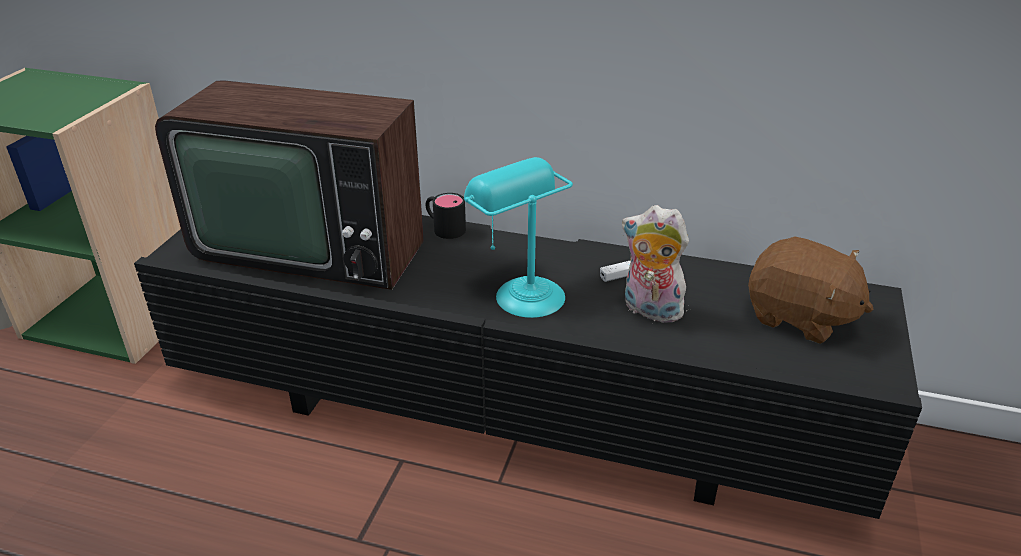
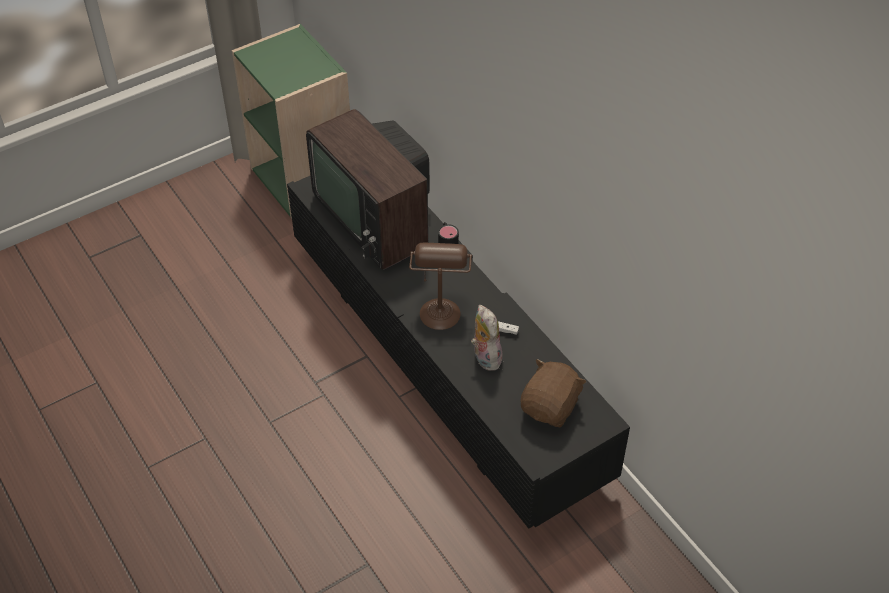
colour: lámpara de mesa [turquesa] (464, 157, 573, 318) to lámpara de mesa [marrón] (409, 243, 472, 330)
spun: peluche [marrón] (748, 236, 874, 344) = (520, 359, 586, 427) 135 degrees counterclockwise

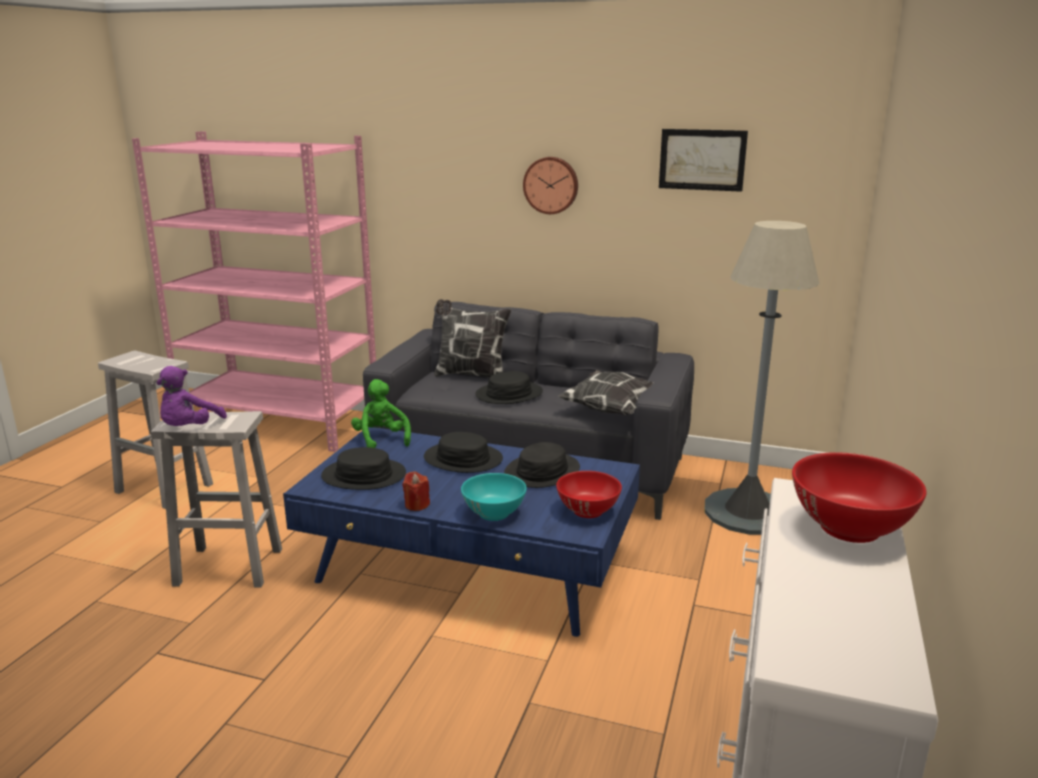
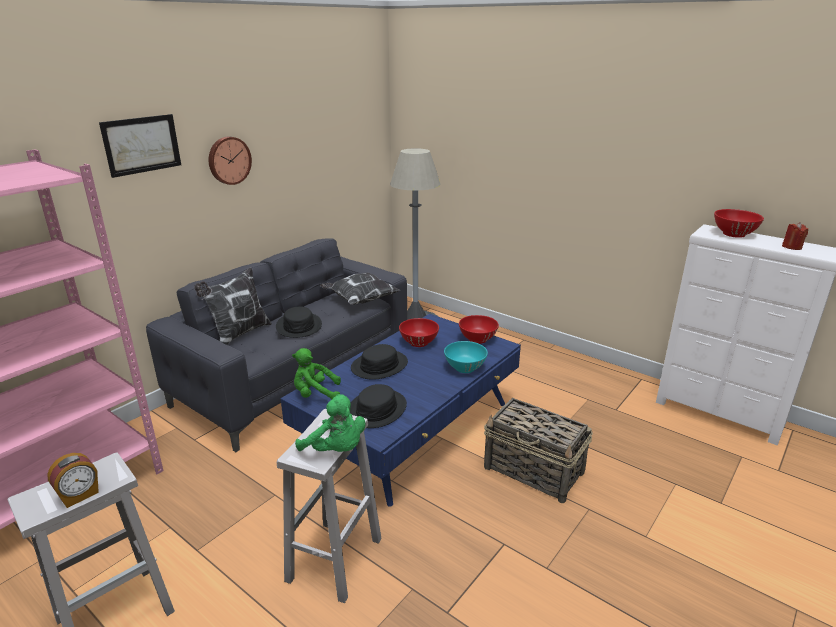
appeared: despertador (47, 453, 99, 508); cesta (484, 398, 593, 503)
relocated: vela [rojo] (403, 471, 430, 511) to (782, 222, 808, 250); cuadro (659, 129, 748, 192) to (99, 114, 181, 178)
exchanged: sombrero [negro] (504, 442, 580, 488) to cuenco [rojo] (399, 318, 439, 347)
colour: peluche [morado] (157, 366, 227, 426) to peluche [verde] (295, 394, 365, 452)

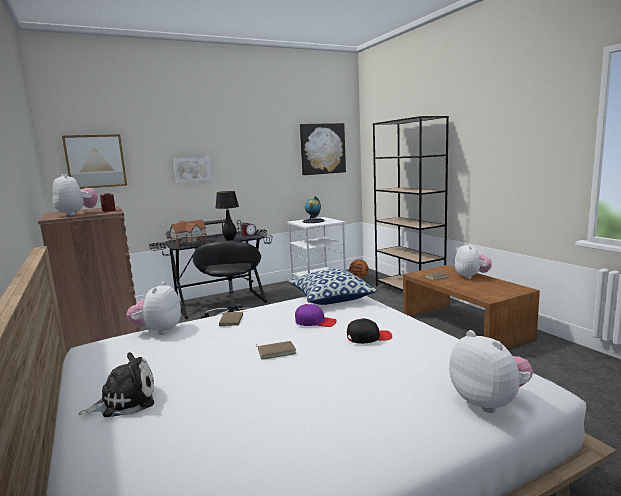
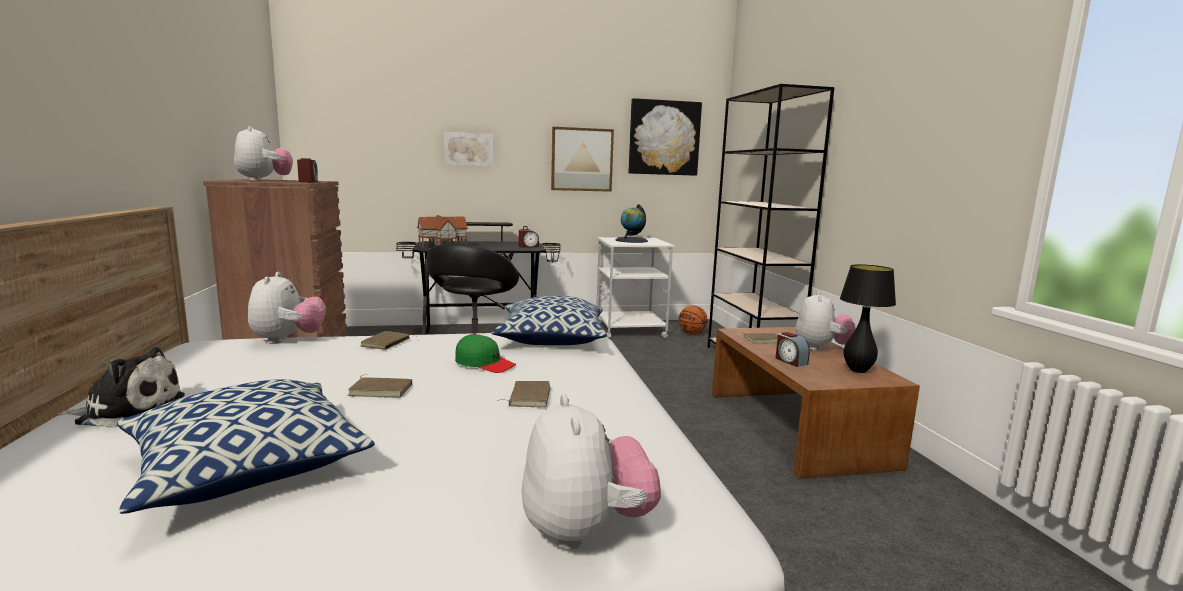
appeared: cojín (117, 379, 375, 514); despertador (776, 332, 810, 367)
relocated: cuadro (62, 134, 127, 189) to (551, 127, 614, 192); lámpara de mesa [negro] (216, 191, 239, 241) to (840, 264, 896, 373)
exchanged: gorra [negro] (347, 318, 392, 344) to libro [marrón] (497, 381, 551, 408)
colour: gorra [morado] (295, 304, 337, 327) to gorra [verde] (455, 334, 516, 373)
spun: peluche (127, 282, 181, 335) = (248, 272, 326, 344) 150 degrees clockwise

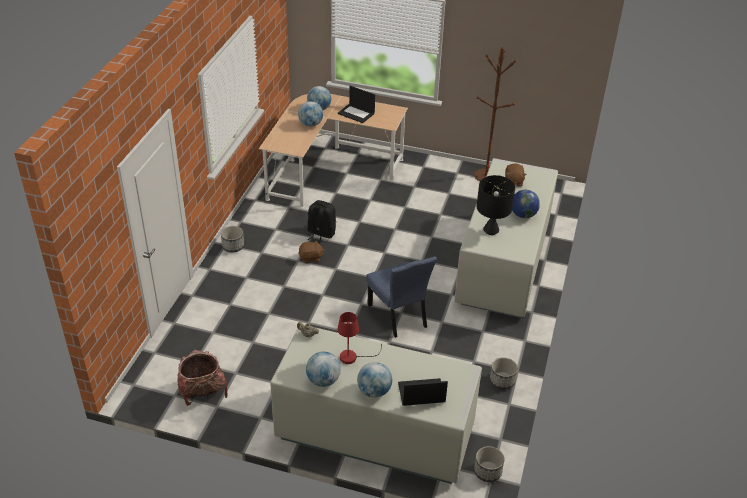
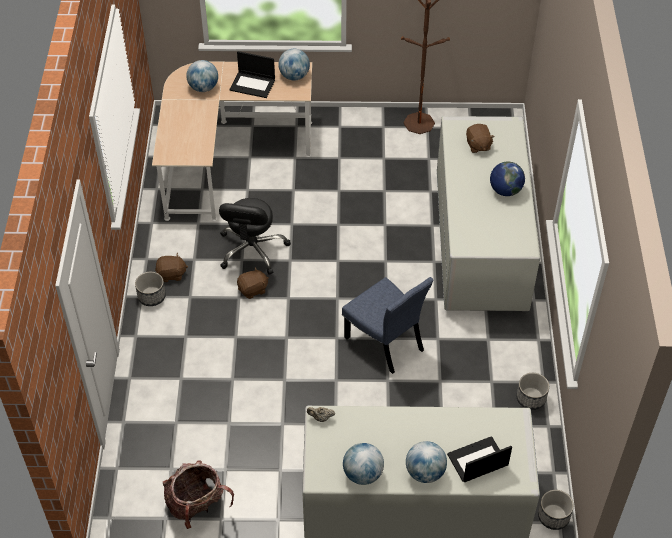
missing: lámpara de mesa [rojo] (337, 312, 382, 364); lámpara de mesa [negro] (477, 175, 515, 235)
appeared: peluche [marrón] (155, 253, 188, 282)
relocated: globo terráqueo (298, 101, 323, 127) to (278, 49, 310, 80)
exchanged: mochila [negro] (307, 200, 336, 244) to silla de oficina [negro] (219, 198, 291, 275)

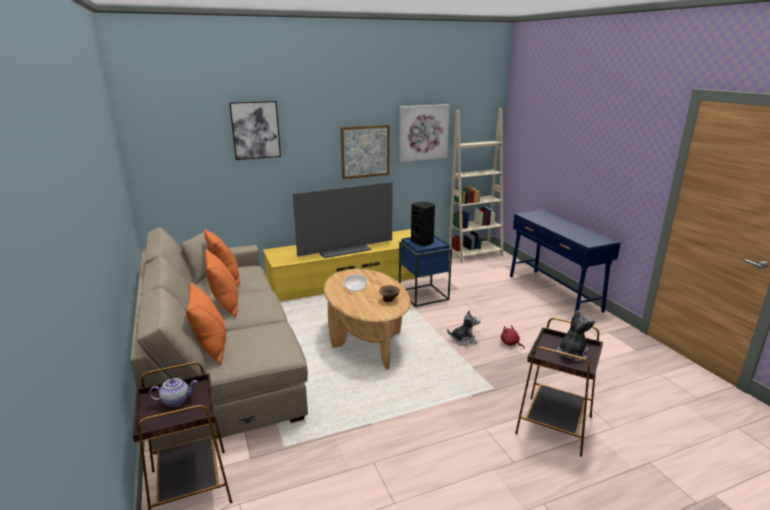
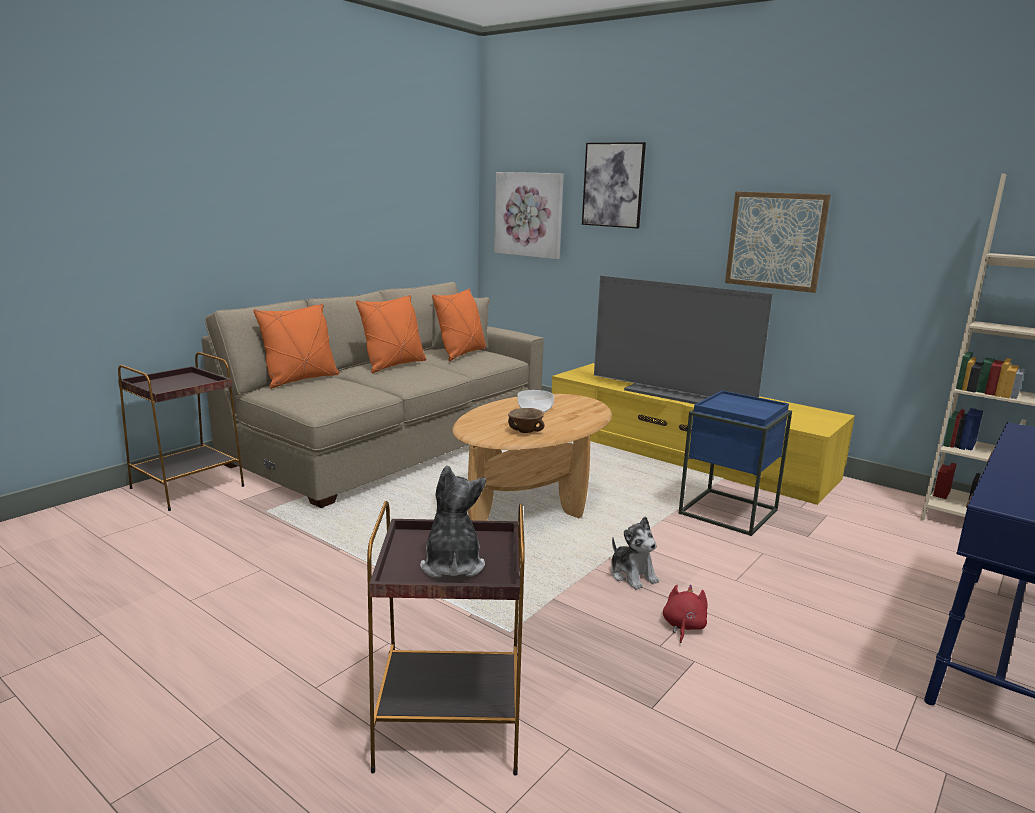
missing: tetera (149, 378, 197, 407); altavoz [negro] (411, 202, 435, 246)
relocated: cuadro (399, 104, 450, 162) to (494, 172, 564, 259)
spun: peluche (557, 310, 595, 361) = (420, 465, 486, 578) 105 degrees counterclockwise

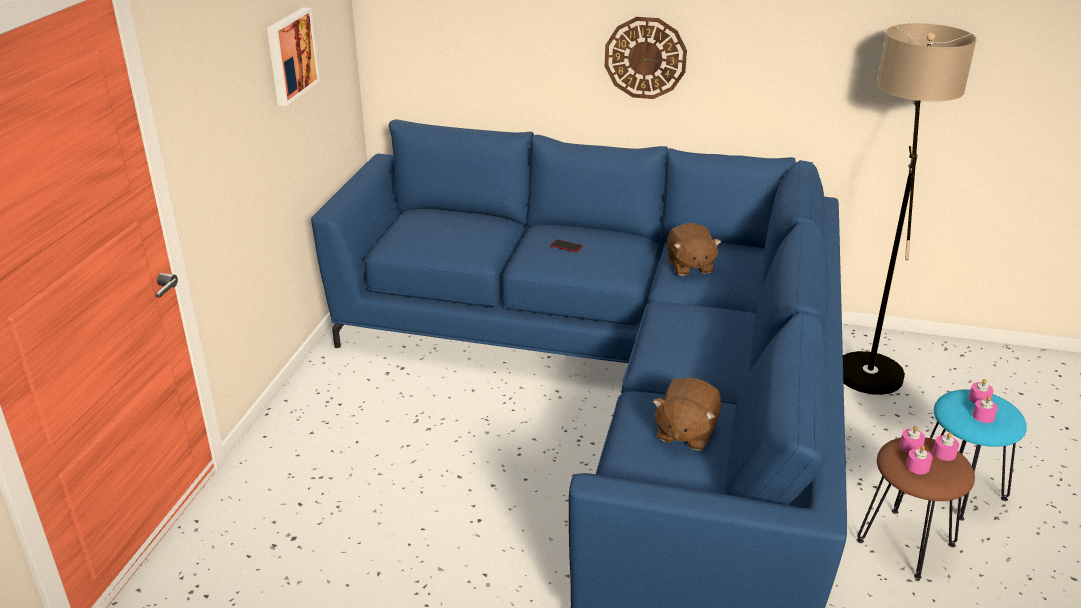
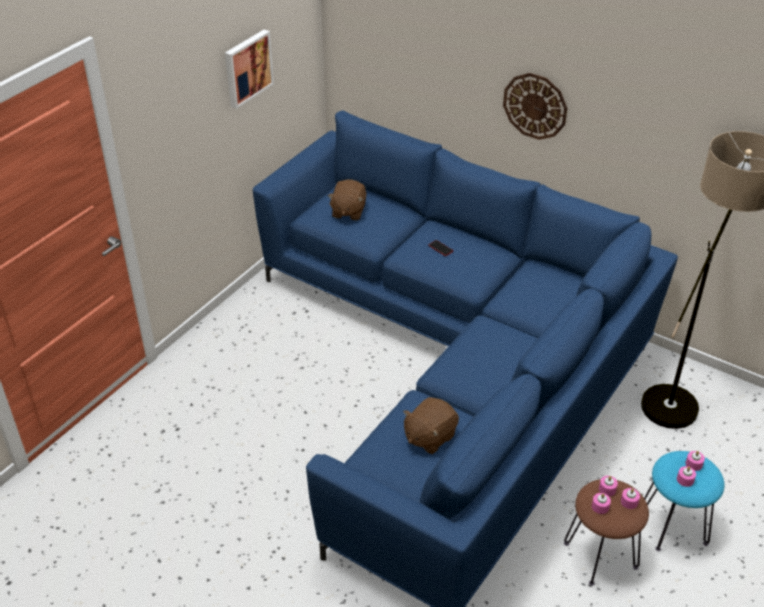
relocated: peluche [marrón] (667, 223, 721, 276) to (328, 180, 367, 220)

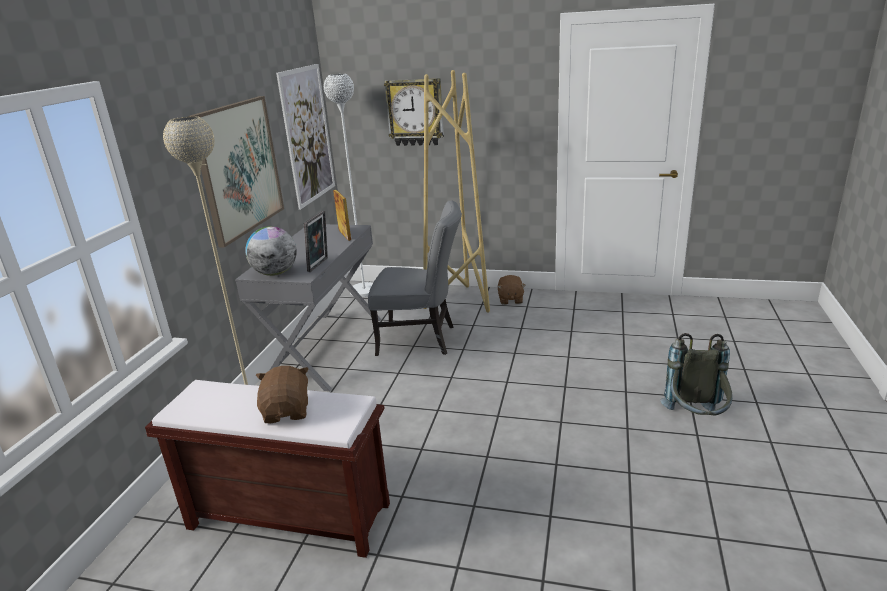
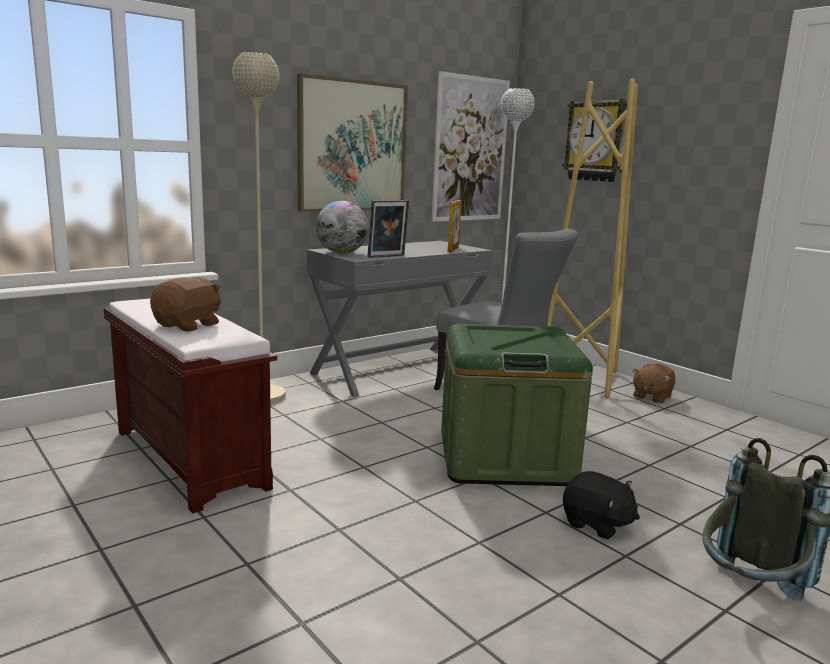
appeared: caja de almacenaje [verde] (441, 324, 593, 486); peluche [negro] (563, 471, 640, 539)

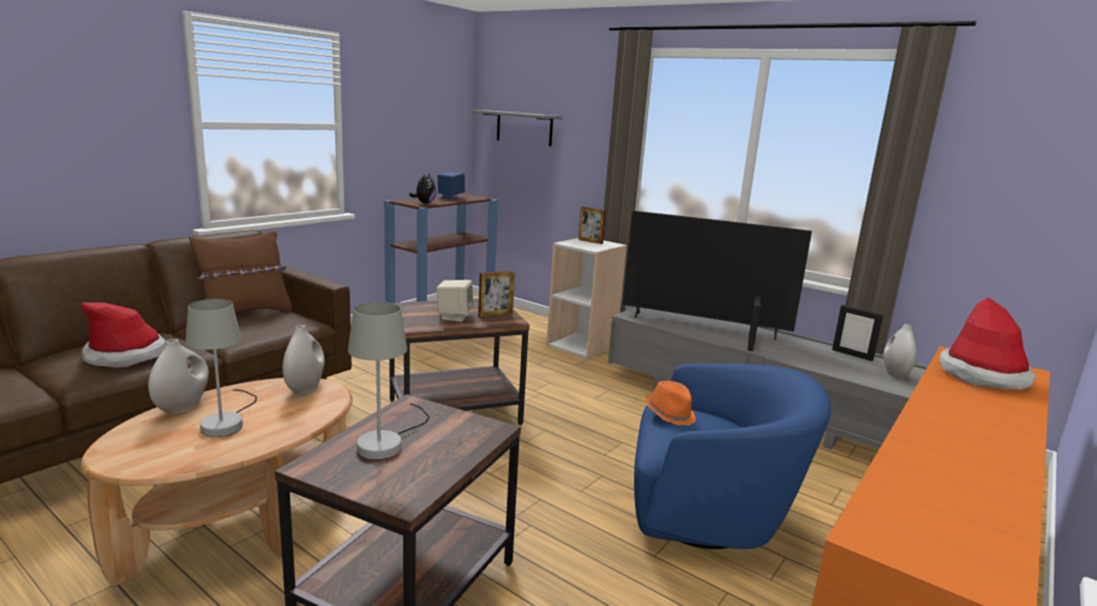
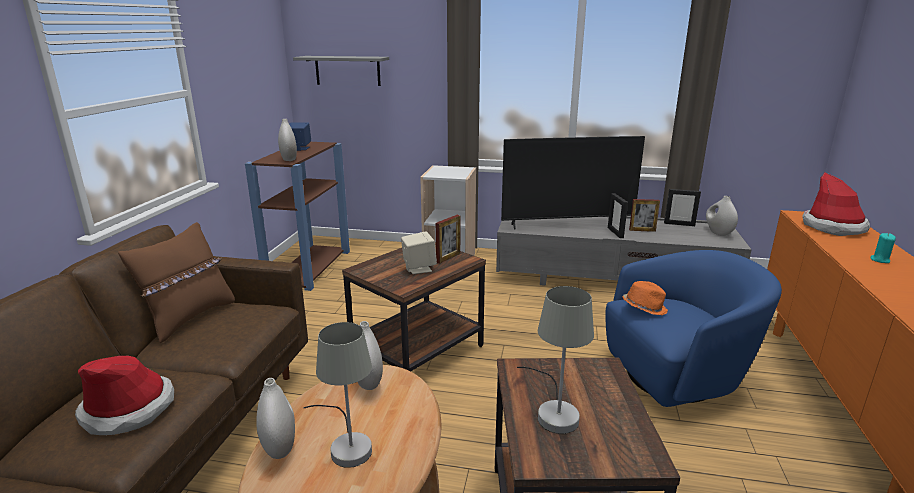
appeared: vela [turquesa] (871, 233, 896, 263)
relocated: portarretratos (578, 207, 606, 244) to (629, 199, 660, 232)
exchanged: peluche (409, 173, 436, 203) to florero [blanco] (278, 119, 297, 161)

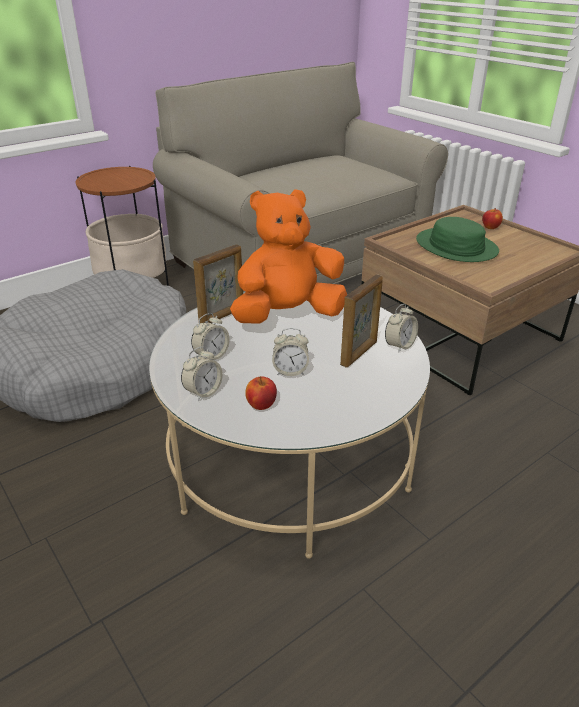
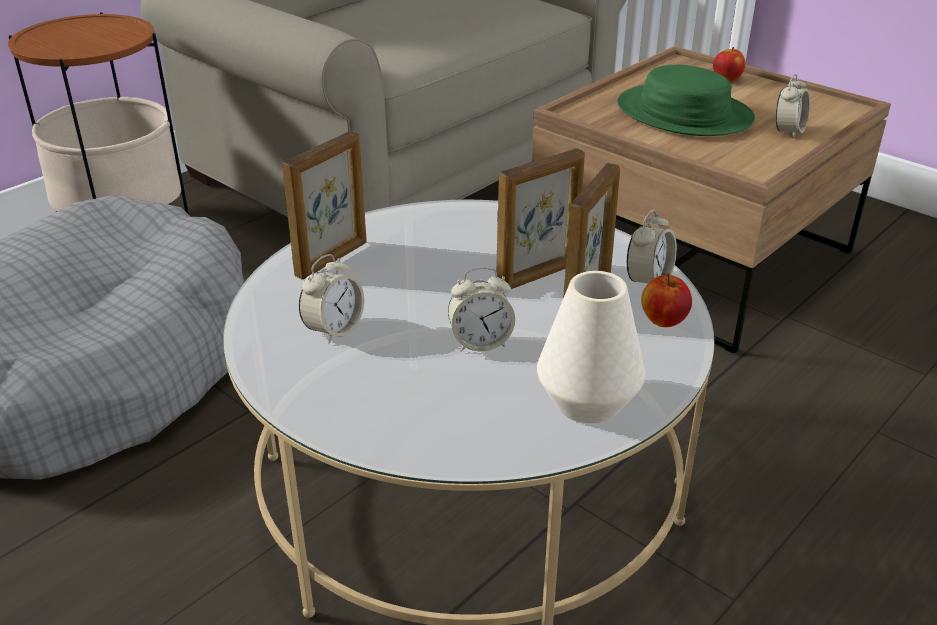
missing: peluche [naranja] (230, 189, 347, 324)
appeared: portarretratos (496, 148, 585, 289); florero [blanco] (537, 271, 645, 423)
relocated: despertador (181, 347, 223, 401) to (776, 74, 810, 138); manzana (245, 376, 277, 410) to (641, 273, 692, 327)

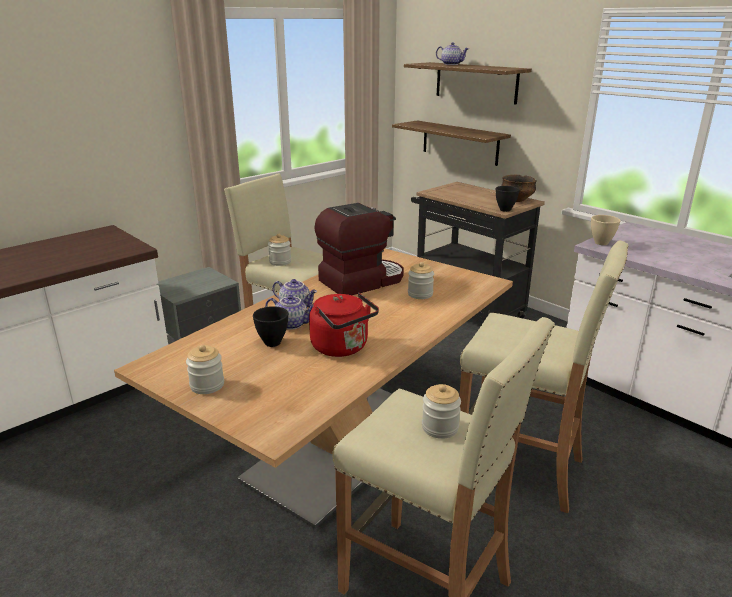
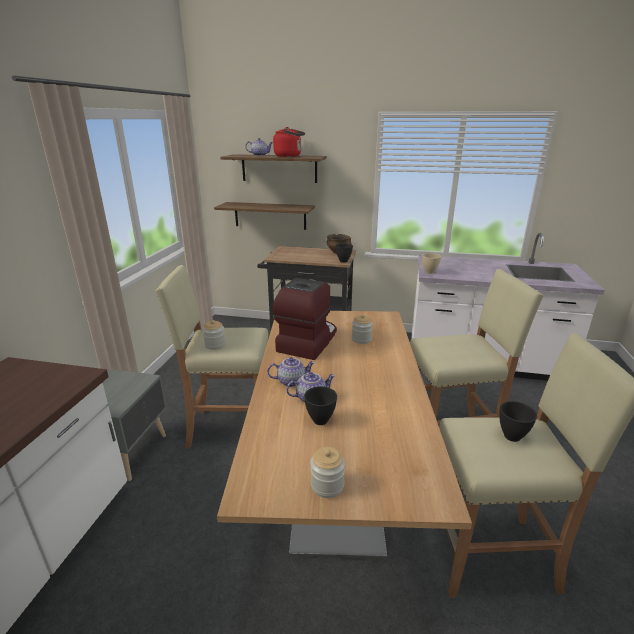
relocated: hervidor [rojo] (309, 293, 379, 357) to (273, 127, 305, 157)
exchanged: tarro (422, 384, 461, 439) to cuenco [negro] (499, 401, 537, 442)

